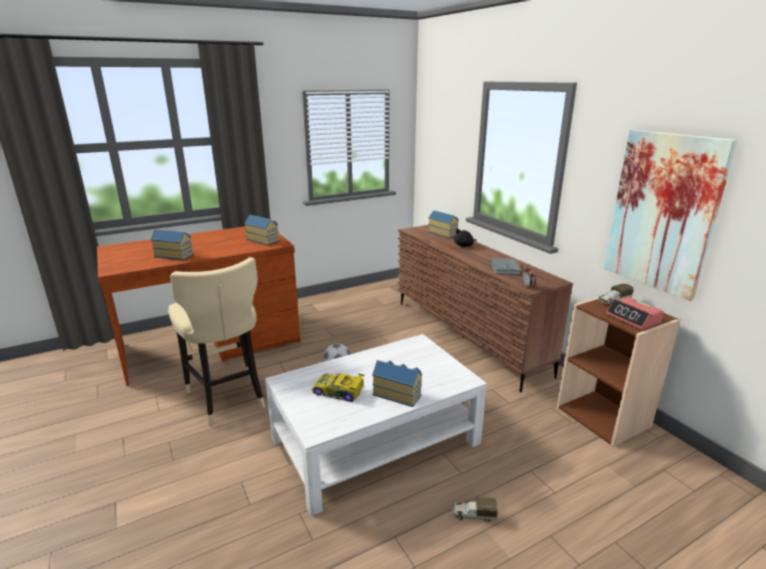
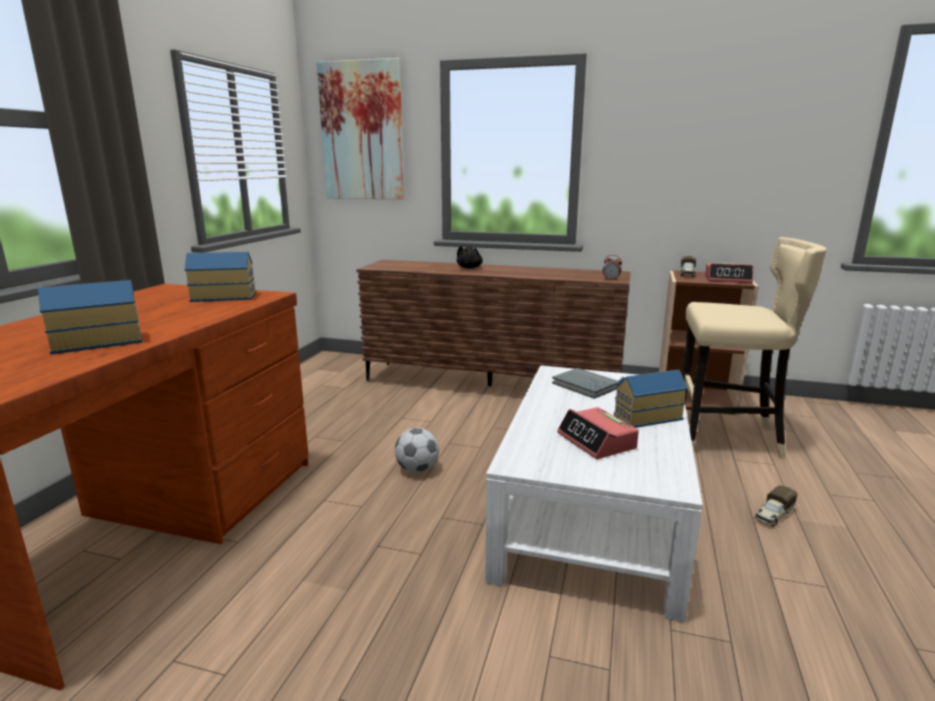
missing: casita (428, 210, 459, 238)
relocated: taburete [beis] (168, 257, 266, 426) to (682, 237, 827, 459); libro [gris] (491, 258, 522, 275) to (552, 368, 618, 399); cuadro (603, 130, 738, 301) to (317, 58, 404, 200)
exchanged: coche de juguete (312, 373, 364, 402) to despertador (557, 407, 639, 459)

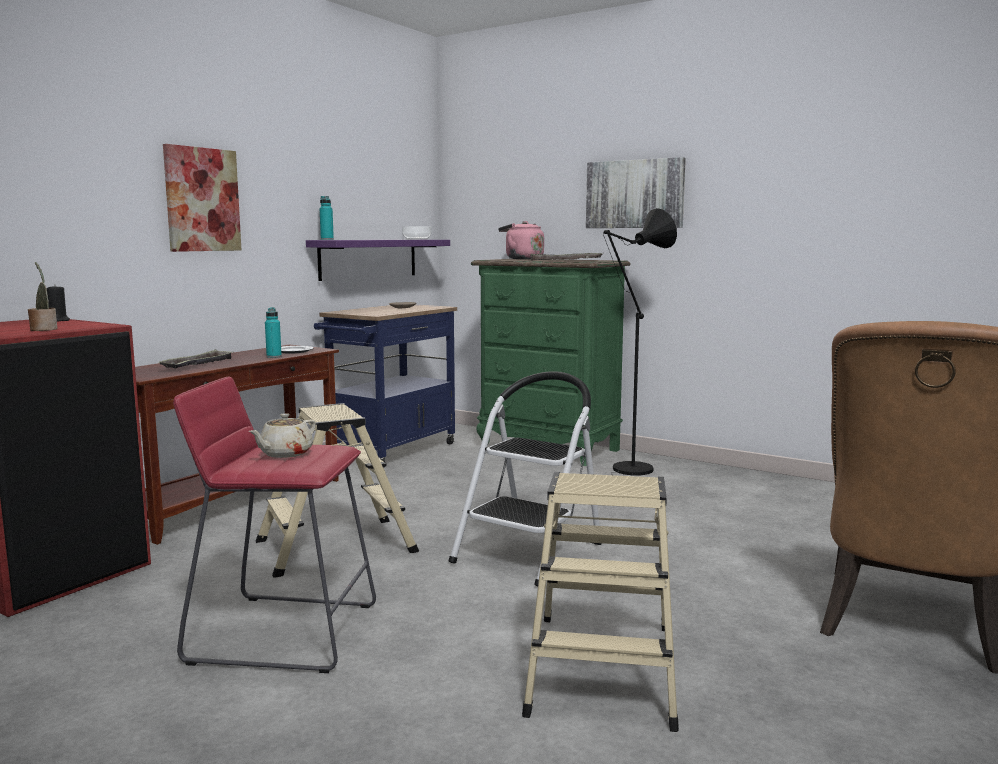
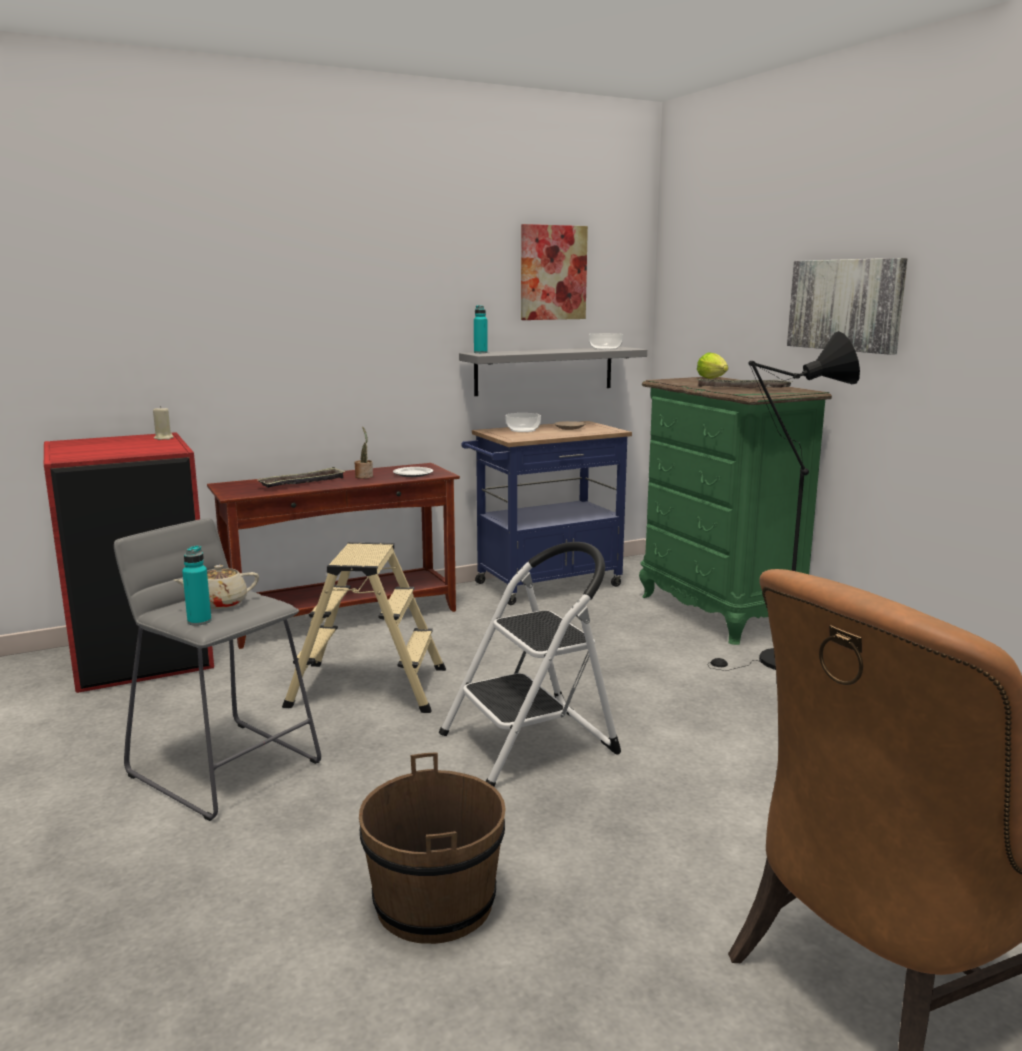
appeared: cuenco (505, 413, 541, 432)
relocated: planta en maceta (28, 262, 57, 331) to (354, 427, 373, 479); cuadro (163, 144, 241, 252) to (521, 224, 588, 320); botella [turquesa] (265, 307, 282, 358) to (182, 545, 212, 626)
exchanged: hervidor [rosa] (498, 221, 544, 259) to lechuga (697, 352, 728, 379); escalera de tijera [beis] (522, 472, 679, 732) to cubo [marrón] (359, 752, 505, 944)
colour: vela [negro] (47, 284, 70, 322) to vela [beis] (153, 406, 174, 440); taburete [rojo] (173, 376, 376, 673) to taburete [gris] (114, 518, 321, 821); estante [morado] (306, 240, 450, 281) to estante [gris] (459, 347, 647, 396)

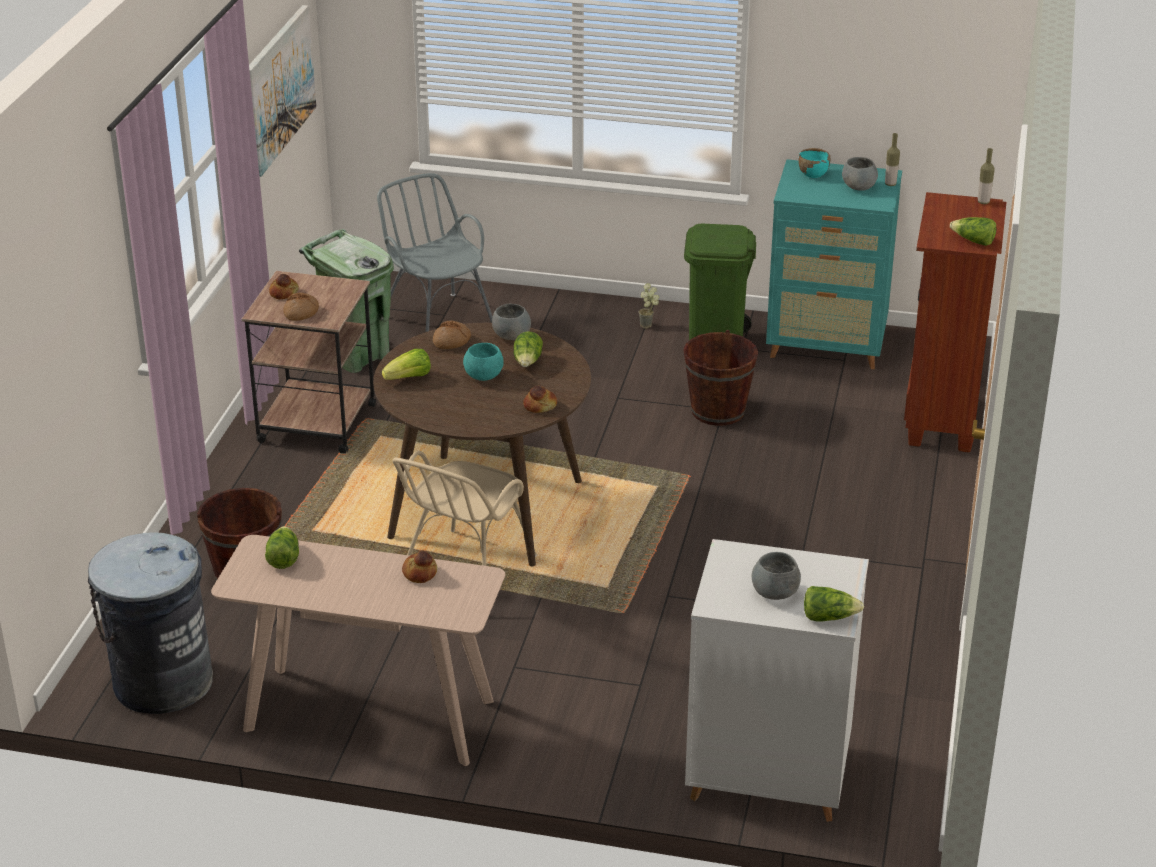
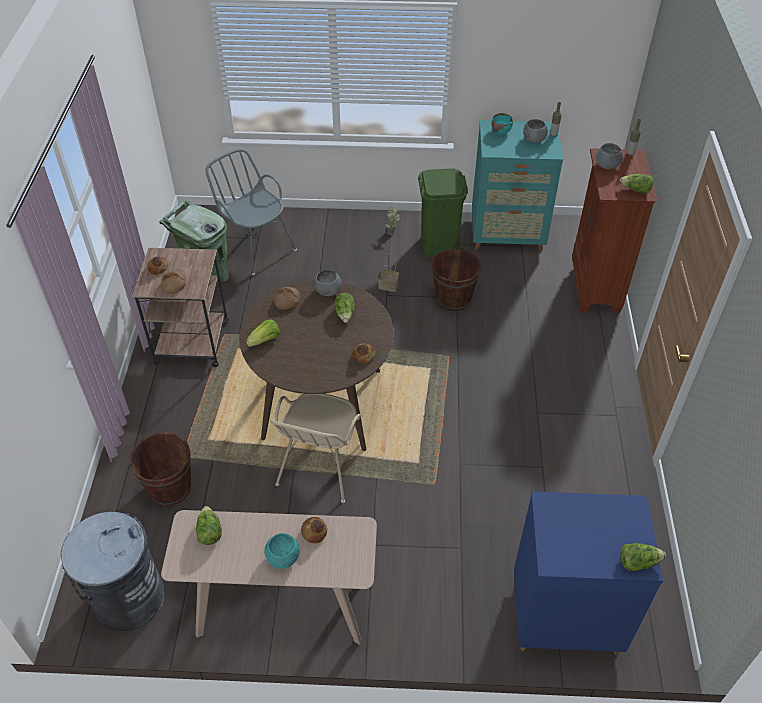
missing: cuadro (249, 5, 316, 177)
appeared: cesta (378, 253, 399, 292)
relocated: cuenco [turquesa] (463, 343, 504, 381) to (264, 533, 300, 569); cuenco [gris] (752, 552, 801, 600) to (596, 143, 623, 169)
colour: cómoda [blanco] (685, 539, 869, 822) to cómoda [azul] (514, 491, 663, 655)

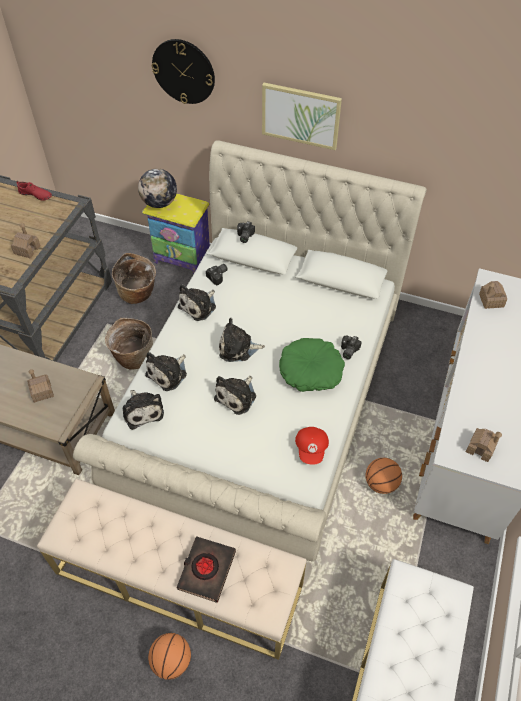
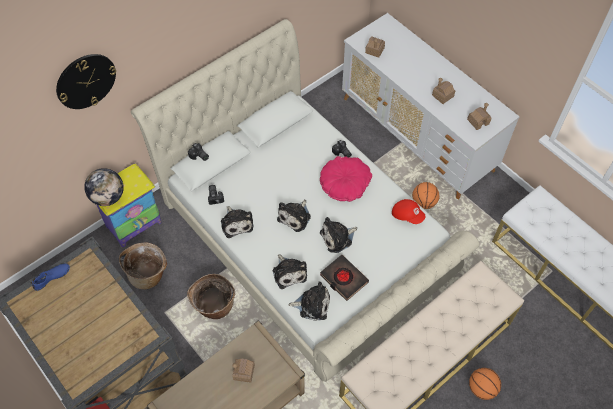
missing: cuadro (262, 83, 342, 150)
relocated: casita (11, 223, 41, 259) to (432, 78, 455, 104); libro [negro] (177, 536, 236, 603) to (320, 255, 369, 301)
colour: zapato [rojo] (17, 180, 52, 200) to zapato [azul] (31, 263, 70, 291); cojín [verde] (279, 338, 345, 392) to cojín [rosa] (320, 156, 372, 202)
spun: peluche (214, 375, 256, 415) = (320, 217, 357, 253) 90 degrees clockwise

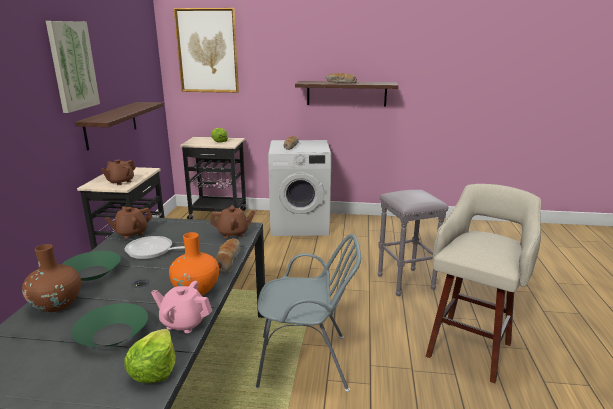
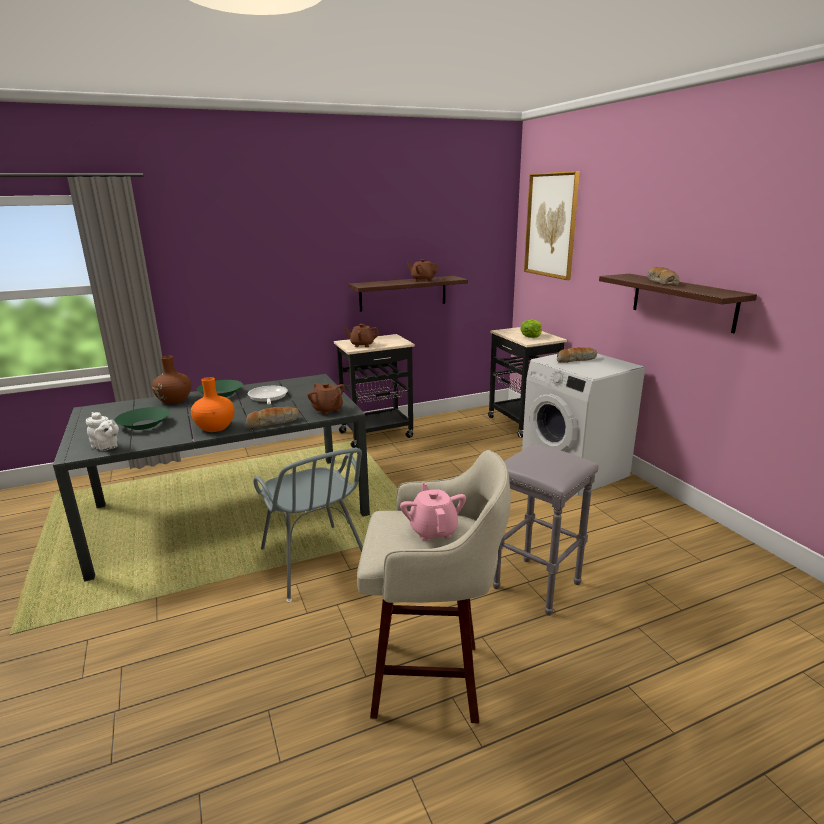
missing: cuadro (46, 21, 100, 113)
relocated: tetera [marrón] (105, 207, 153, 239) to (407, 259, 439, 282); tetera [rosa] (151, 281, 212, 333) to (400, 483, 466, 541)
exchanged: lechuga (124, 329, 175, 383) to tetera [blanco] (86, 412, 119, 451)

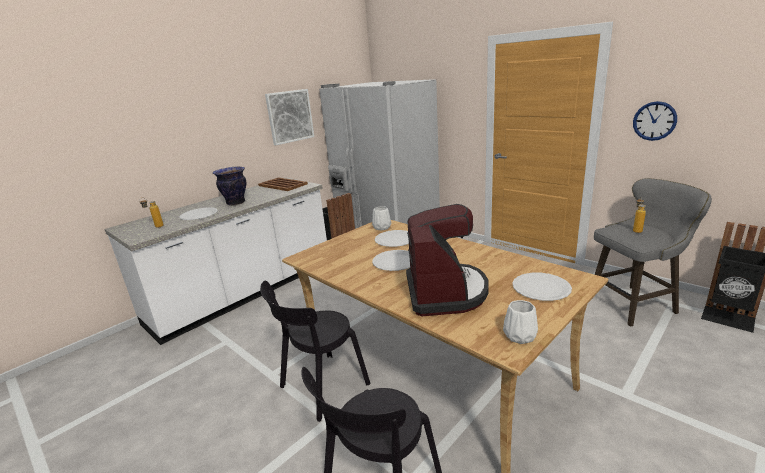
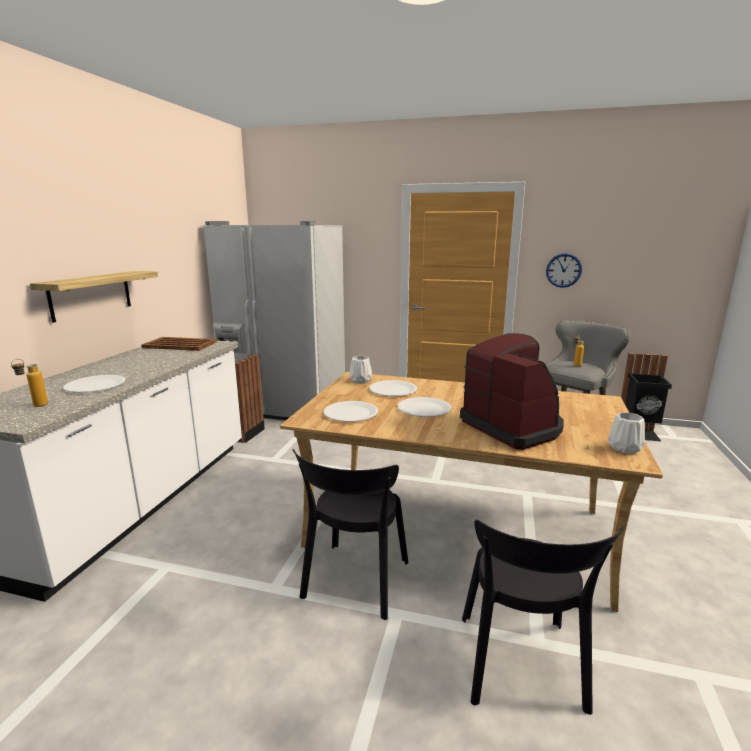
missing: florero (213, 167, 246, 205); cuadro (265, 89, 314, 145)
appeared: estante (30, 271, 158, 323)
relocated: plato [blanco] (512, 273, 572, 301) to (324, 401, 378, 422)

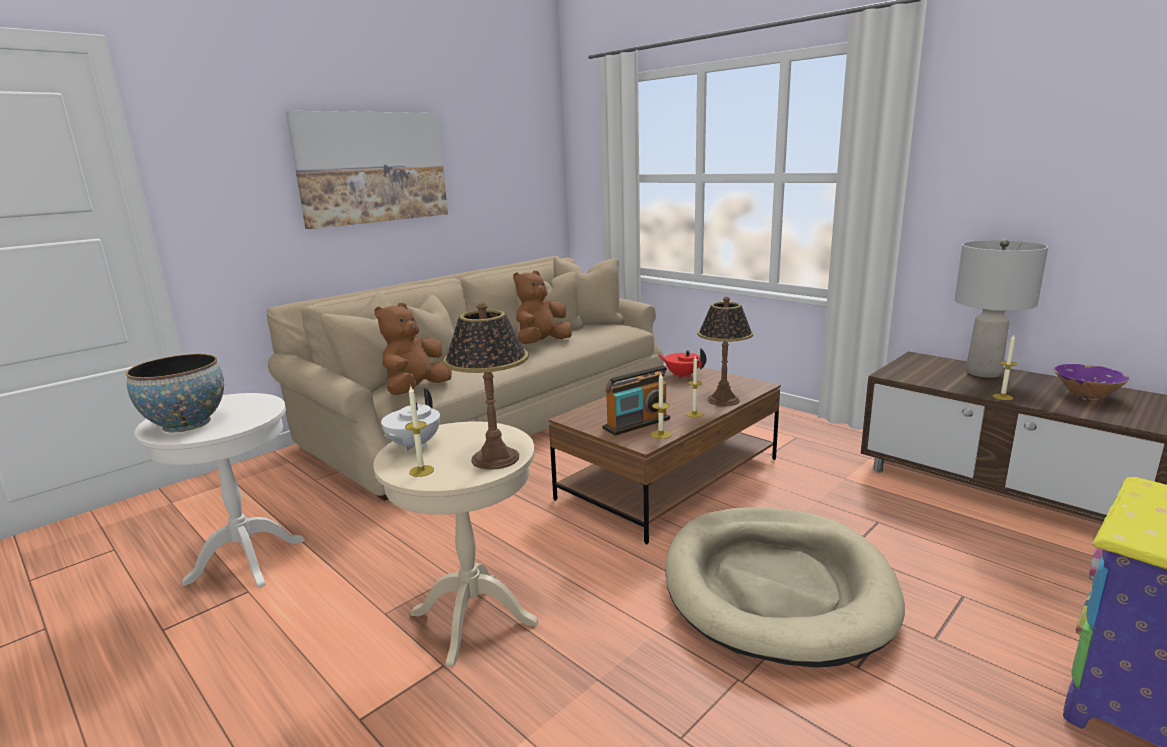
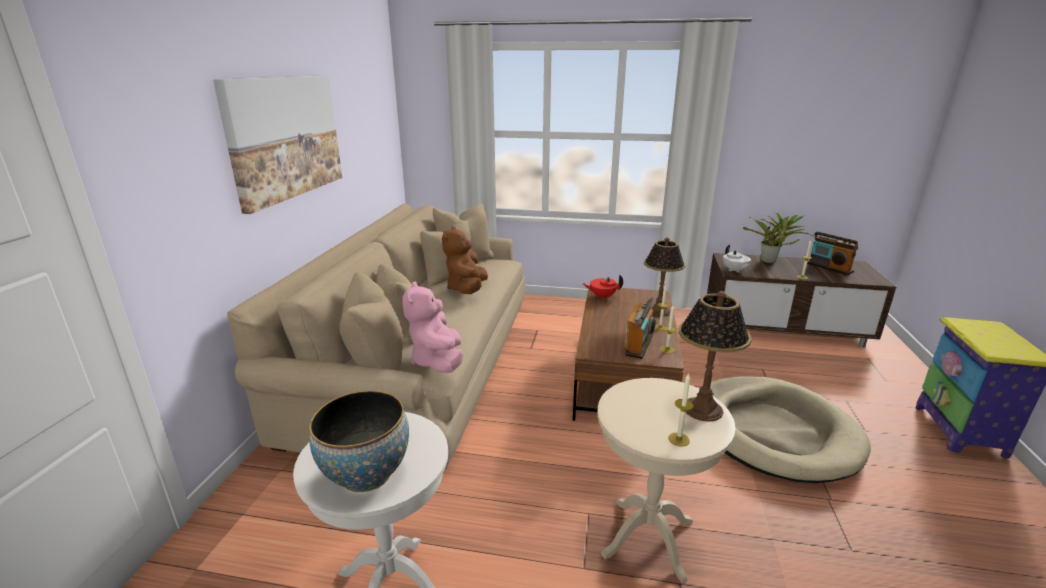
relocated: tetera [blanco] (381, 388, 440, 452) to (723, 245, 751, 273)
exchanged: lámpara de mesa [gris] (954, 239, 1048, 378) to planta en maceta (743, 213, 813, 263); cuenco [morado] (1054, 364, 1129, 399) to radio (807, 232, 858, 275)
colour: peluche [marrón] (374, 303, 452, 395) to peluche [rosa] (402, 282, 463, 373)

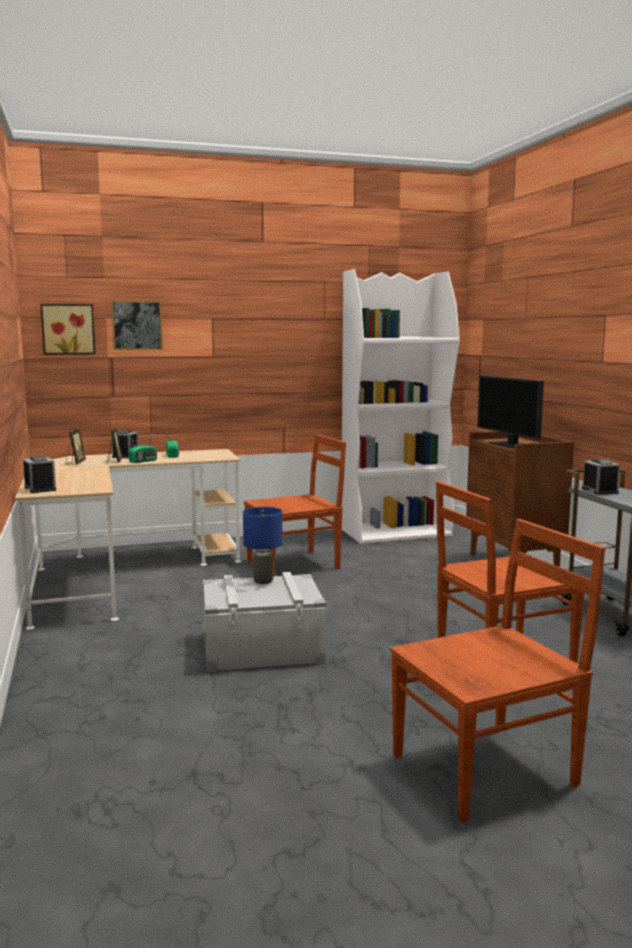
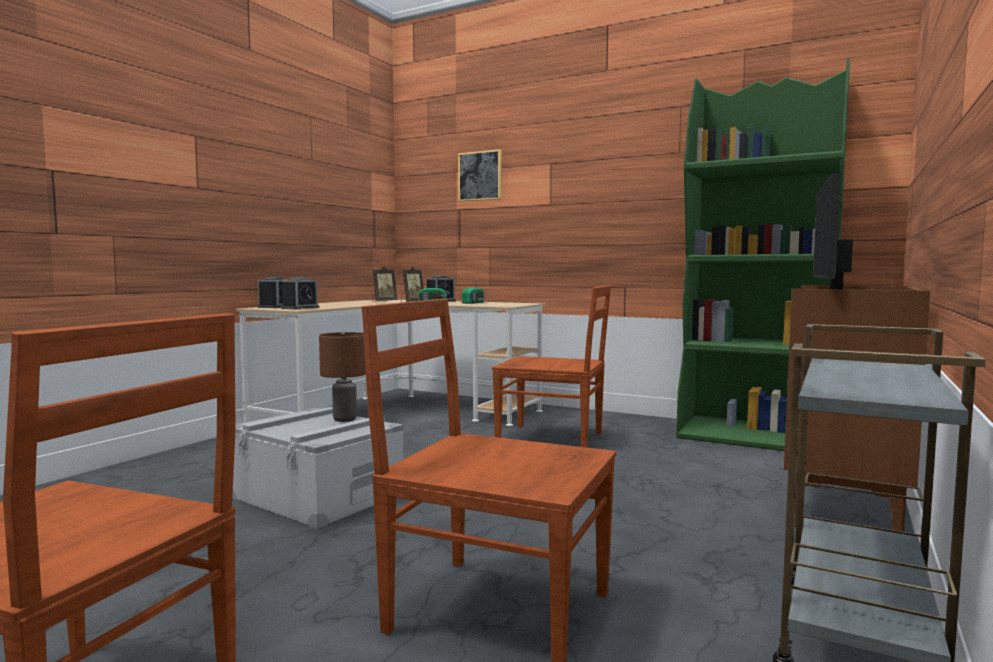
missing: cuadro (40, 304, 95, 355)
relocated: despertador (582, 459, 620, 495) to (281, 277, 319, 310)
colour: lámpara de mesa [azul] (243, 507, 283, 584) to lámpara de mesa [marrón] (319, 332, 366, 422); estantería [blanco] (342, 269, 460, 544) to estantería [verde] (676, 57, 850, 451)

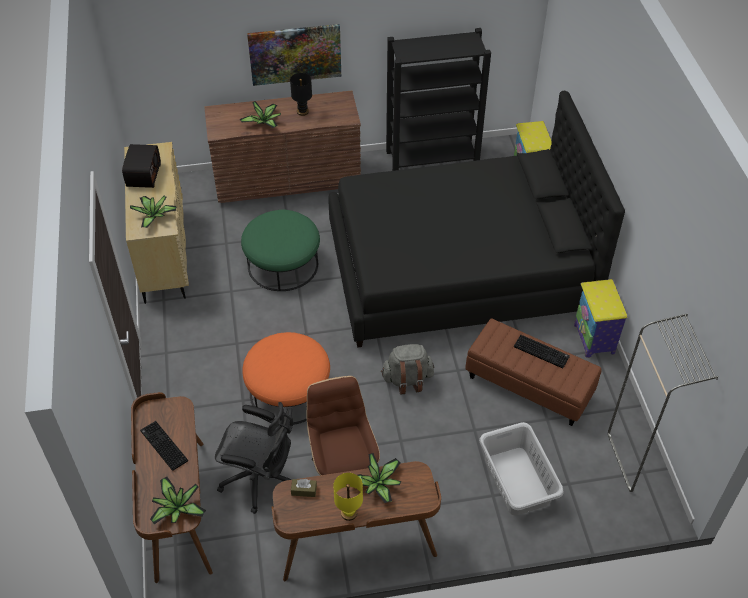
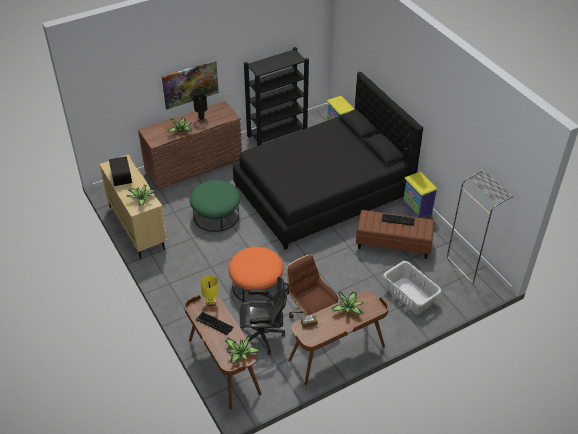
missing: mochila [gris] (381, 344, 434, 395)
relocated: lámpara de mesa [amarillo] (333, 473, 363, 521) to (201, 275, 218, 306)

